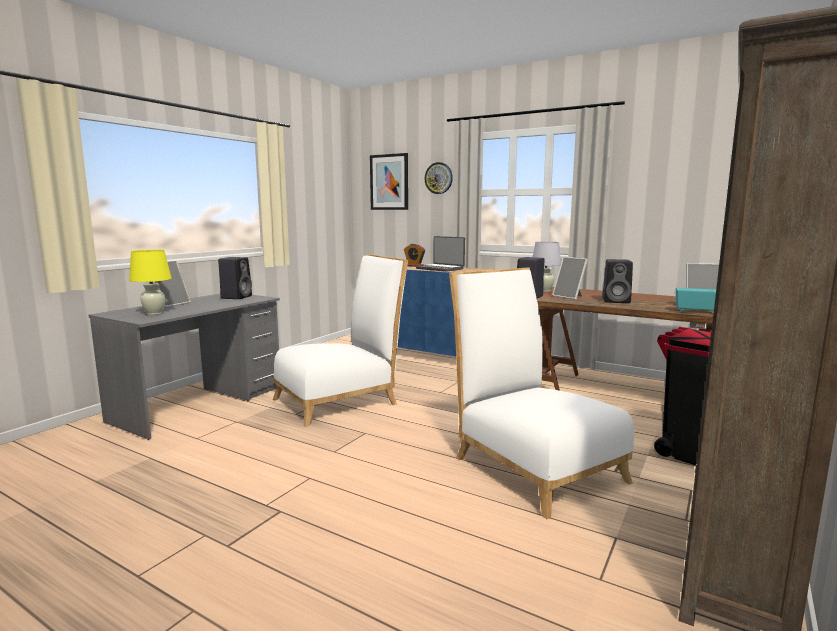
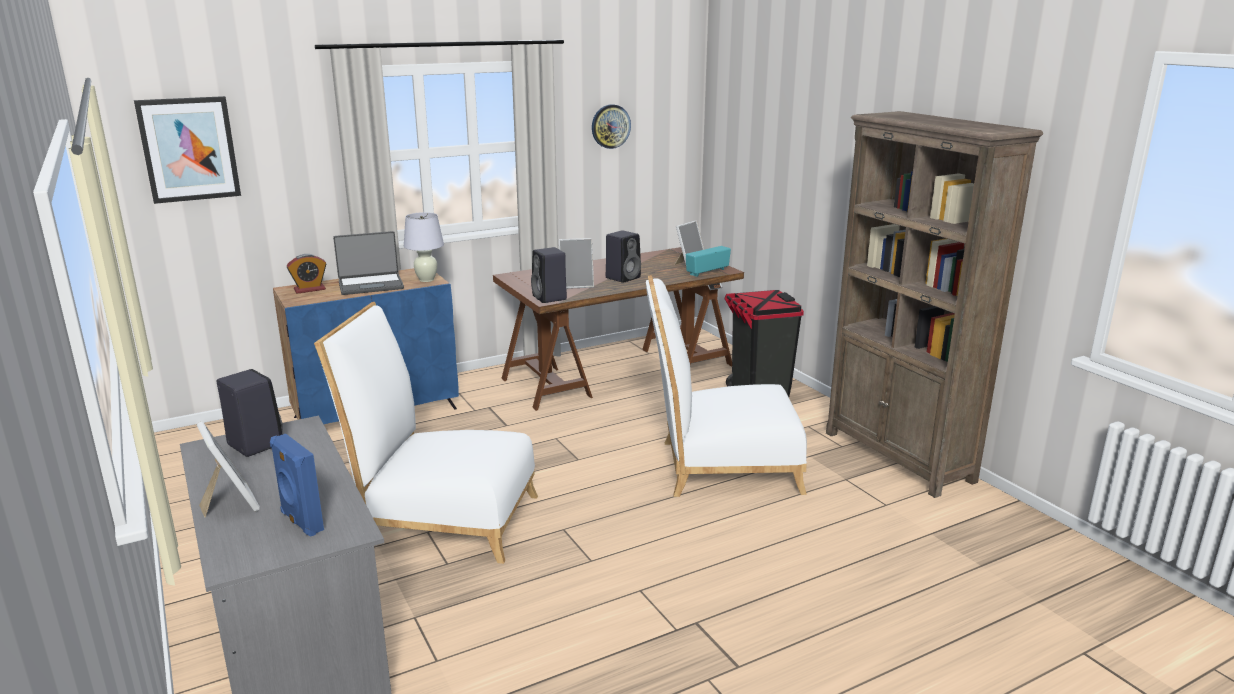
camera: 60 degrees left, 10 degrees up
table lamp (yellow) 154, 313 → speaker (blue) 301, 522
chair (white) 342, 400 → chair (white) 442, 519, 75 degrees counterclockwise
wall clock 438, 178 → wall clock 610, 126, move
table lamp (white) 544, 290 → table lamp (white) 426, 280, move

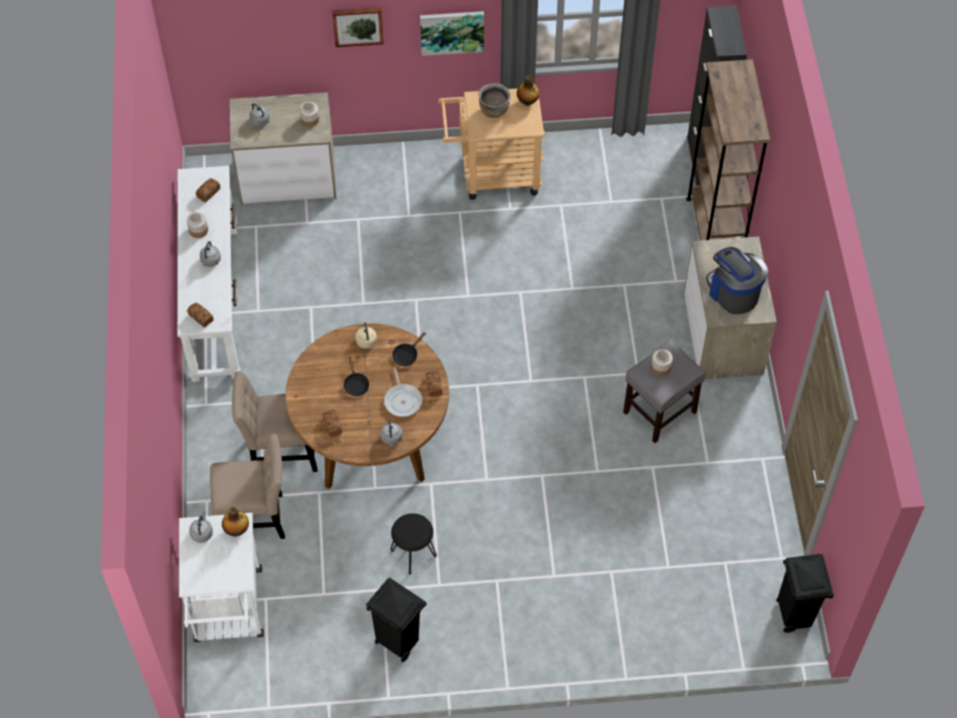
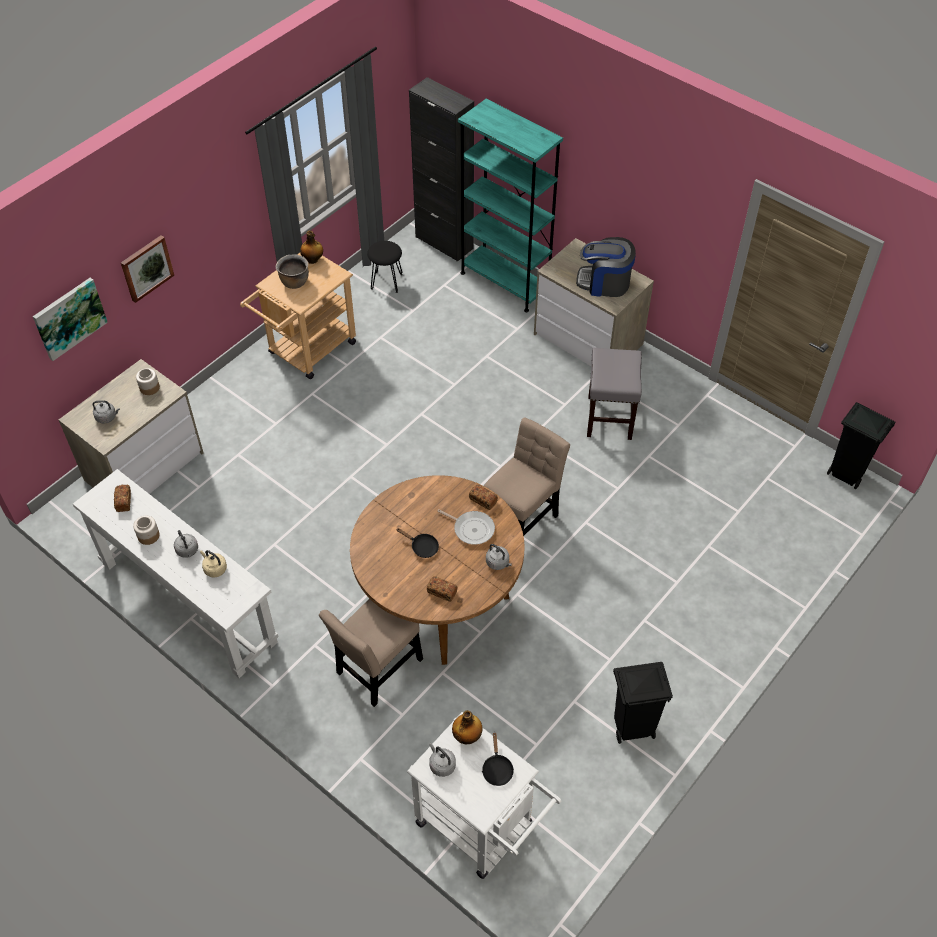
camera: 45 degrees left, 5 degrees down
bread 201, 317 → -
chair (beige) 255, 518 → chair (beige) 522, 520, move
kettle (beige) 366, 340 → kettle (beige) 214, 568, move
stool (black) 413, 553 → stool (black) 386, 282, move
frying pan (black) 407, 355 → frying pan (black) 497, 769, move
picture 452, 31 → picture 69, 318, move
jar 660, 367 → -
bookcase (brown) 713, 233 → bookcase (turquoise) 505, 282

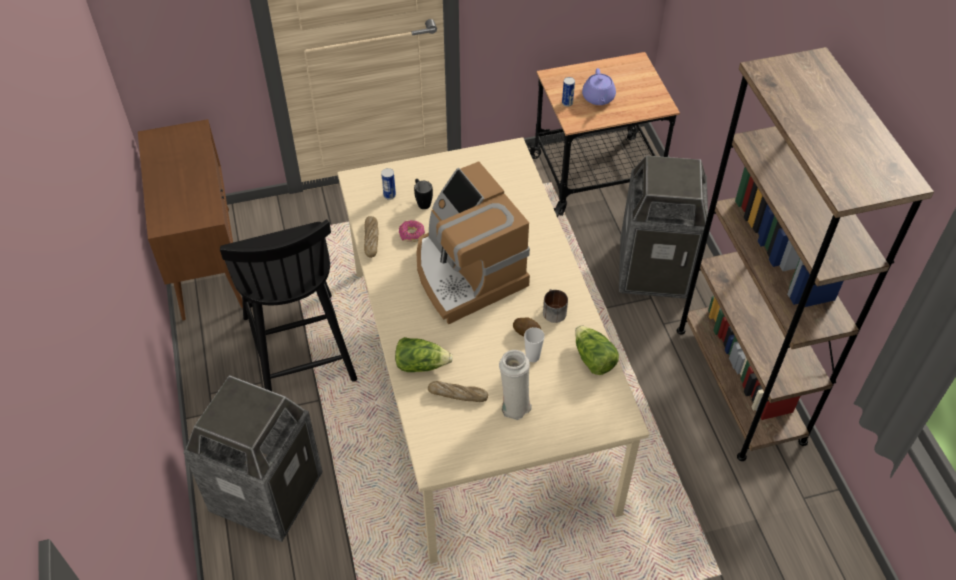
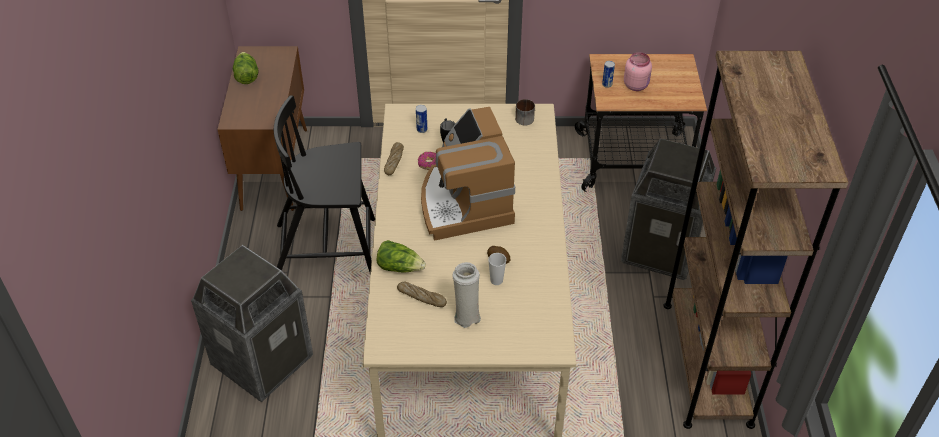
camera: 15 degrees right, 5 degrees down
chair (black) 299, 345 → chair (black) 328, 249, 90 degrees clockwise
mug 552, 311 → mug 523, 117, move
lettuce 593, 359 → lettuce 246, 76, move
teapot (purple) 598, 98 → jar (pink) 636, 85

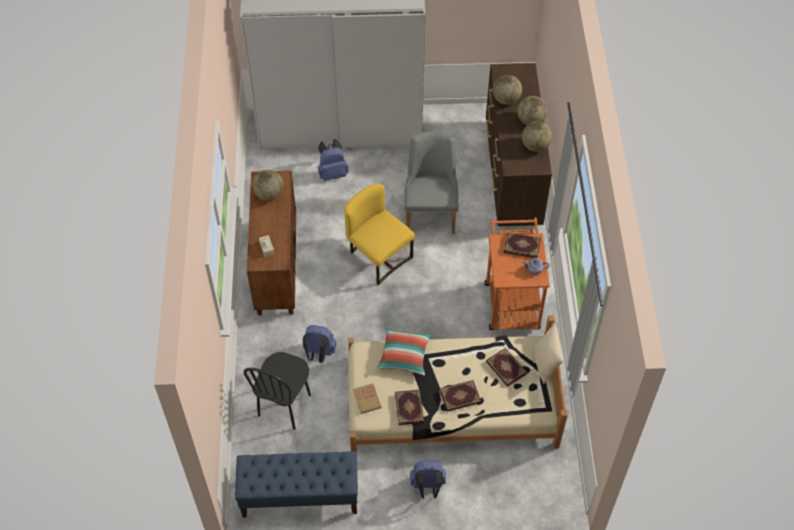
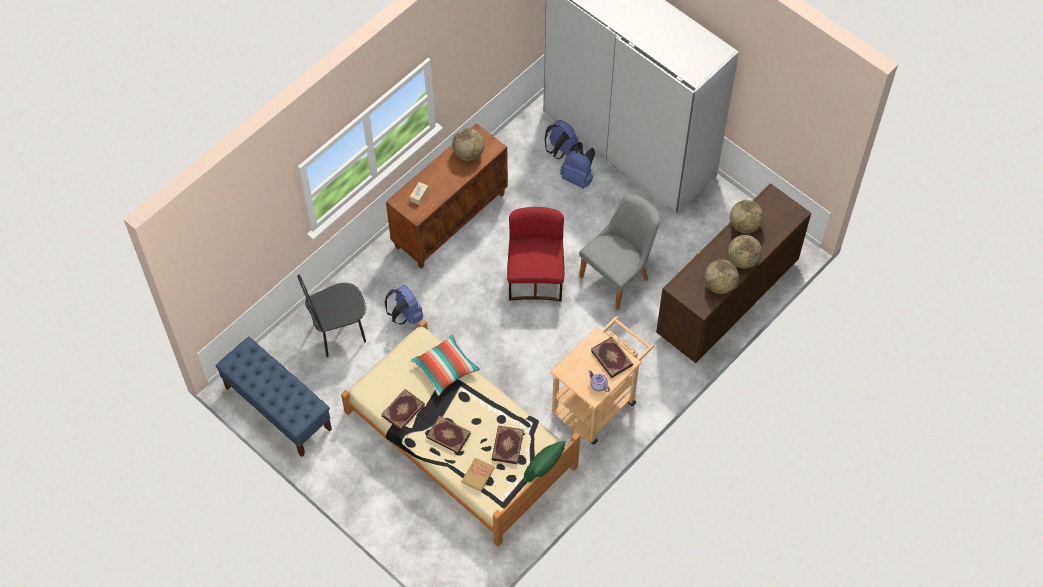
camera: 45 degrees right, 5 degrees up
chair (yellow) 378, 257 → chair (red) 535, 278
book 367, 399 → book 478, 475, move
backpack (blue) 427, 487 → backpack (blue) 561, 151, move
cart (orange) 511, 299 → cart (beige) 598, 402
pillow (beige) 546, 363 → pillow (green) 543, 470

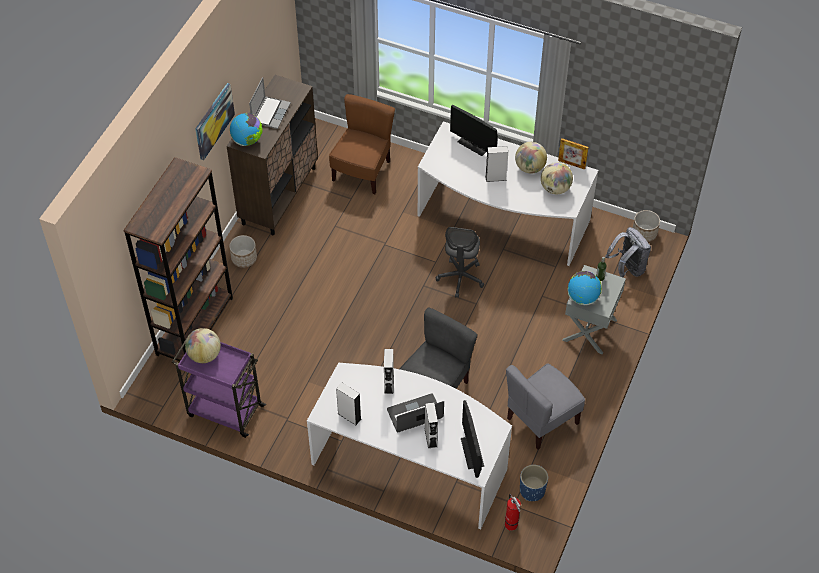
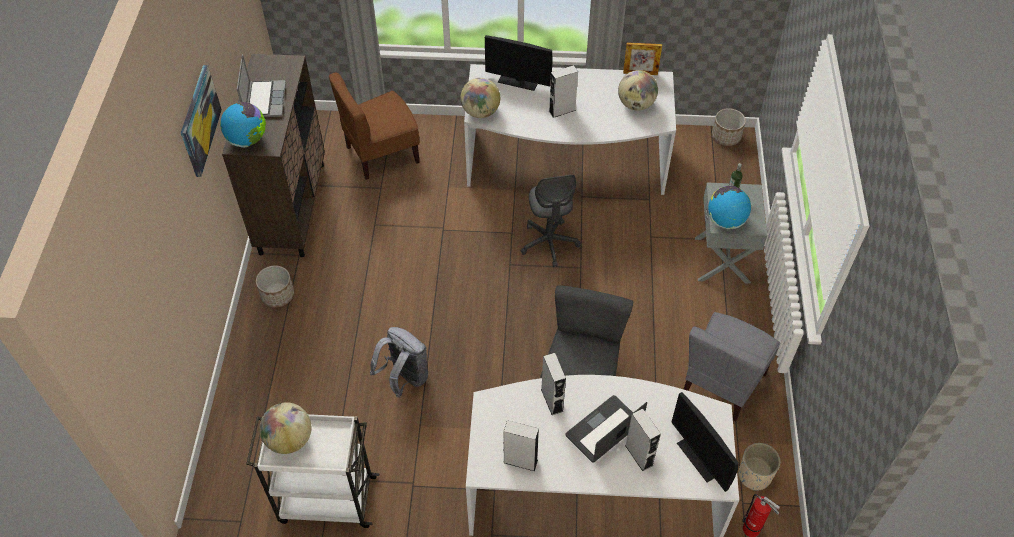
camera: 20 degrees left, 0 degrees up
bookcase (brown) 195, 326 → -
cart (purple) 224, 410 → cart (white) 325, 499
chair (brown) 362, 171 → chair (brown) 381, 154, 120 degrees counterclockwise
globe 529, 168 → globe 480, 112, move
planter (blue) 532, 490 → planter (beige) 754, 475
backpack (grey) 627, 268 → backpack (grey) 404, 378, move

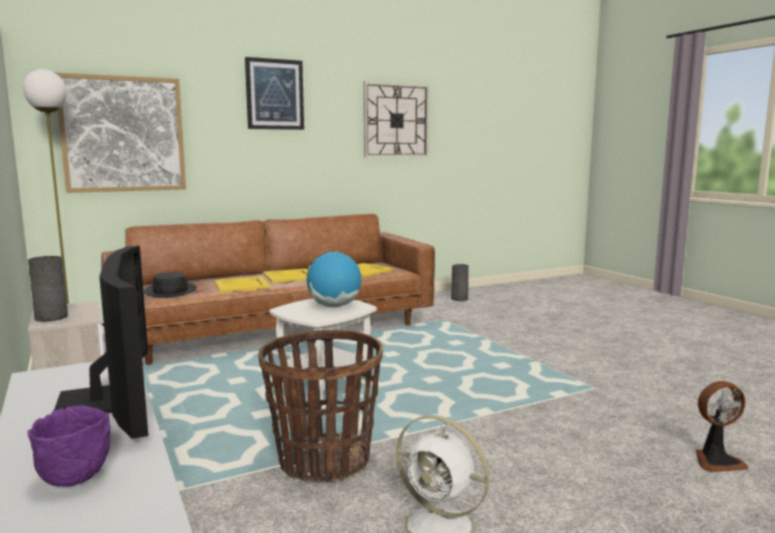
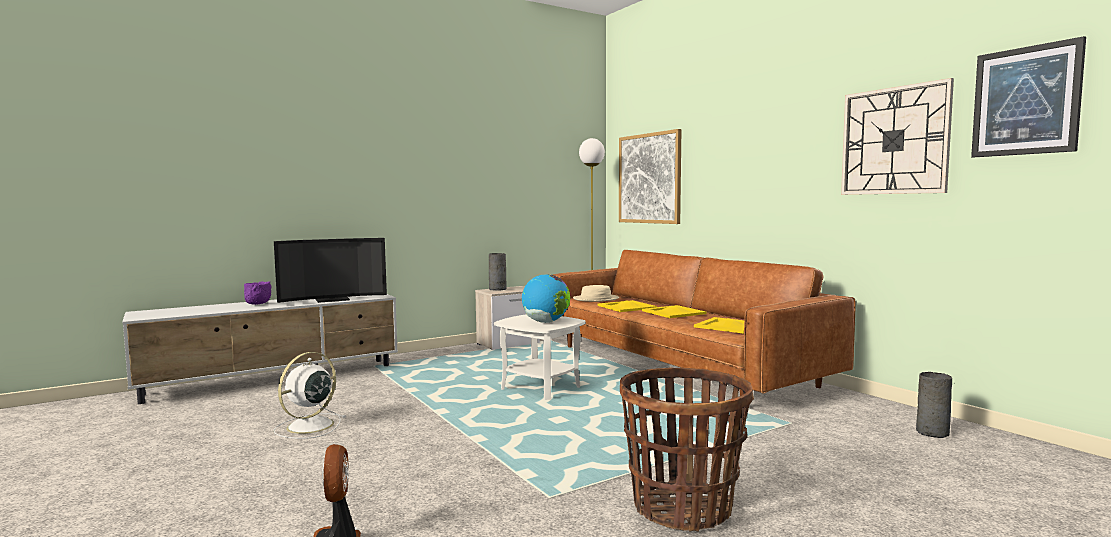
camera: 85 degrees right, 5 degrees down
hat (black) 170, 291 → hat (beige) 596, 299
picture 274, 94 → picture 1026, 101, move
basket 323, 460 → basket 682, 507, move

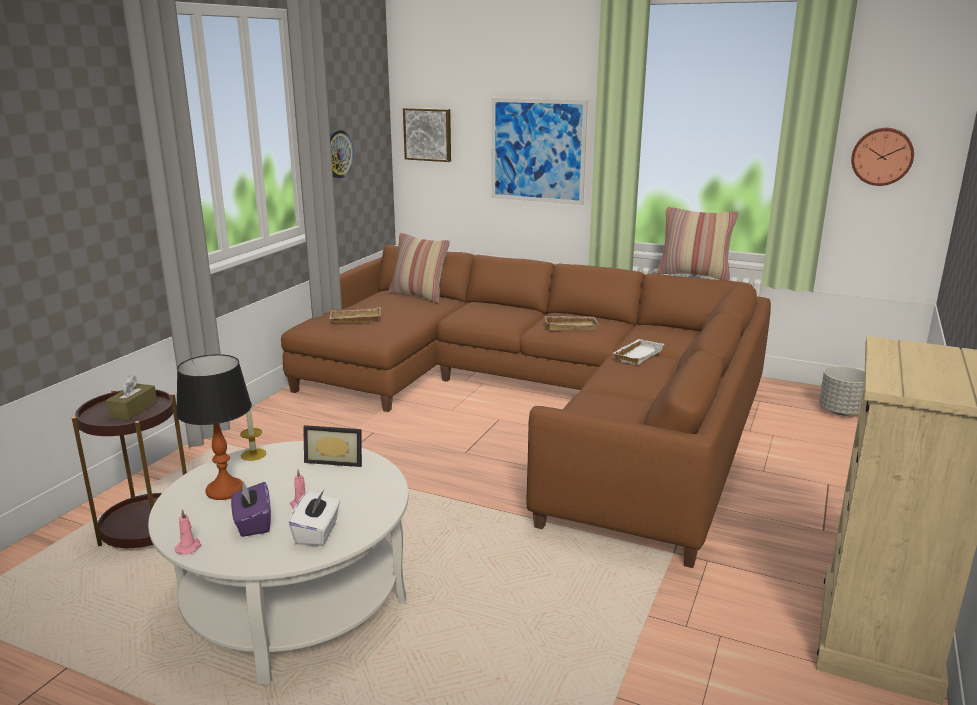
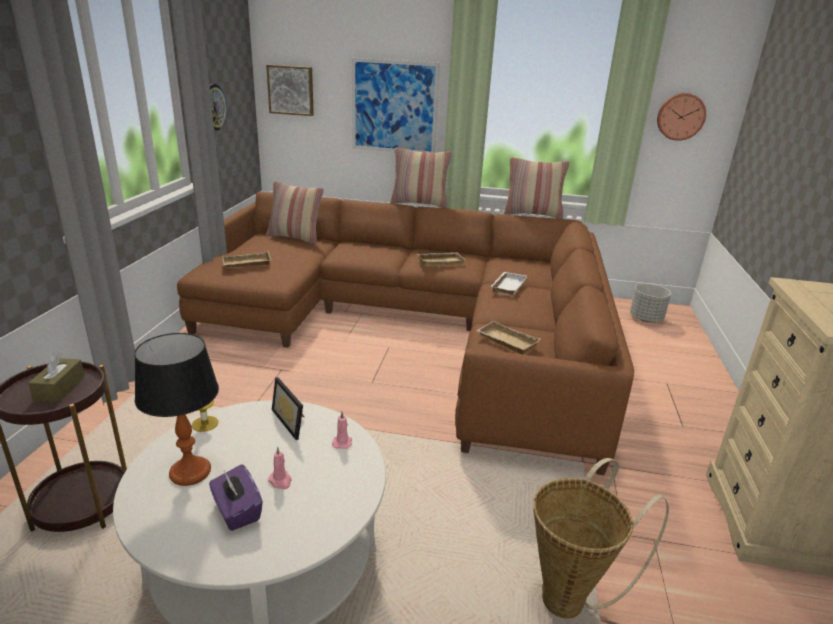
camera: 15 degrees left, 5 degrees up
candle (pink) 189, 547 → candle (pink) 342, 442, move
tissue box (white) 317, 533 → -
picture frame 335, 460 → picture frame 293, 421, 60 degrees clockwise
- → pillow 419, 203
- → tray (beige) 505, 341
- → basket 570, 597

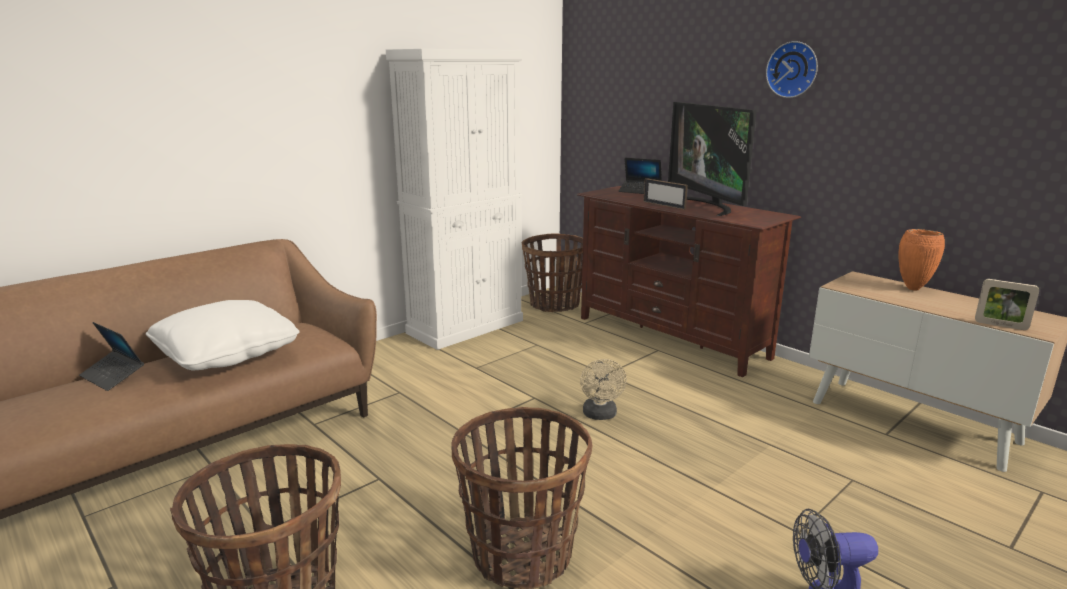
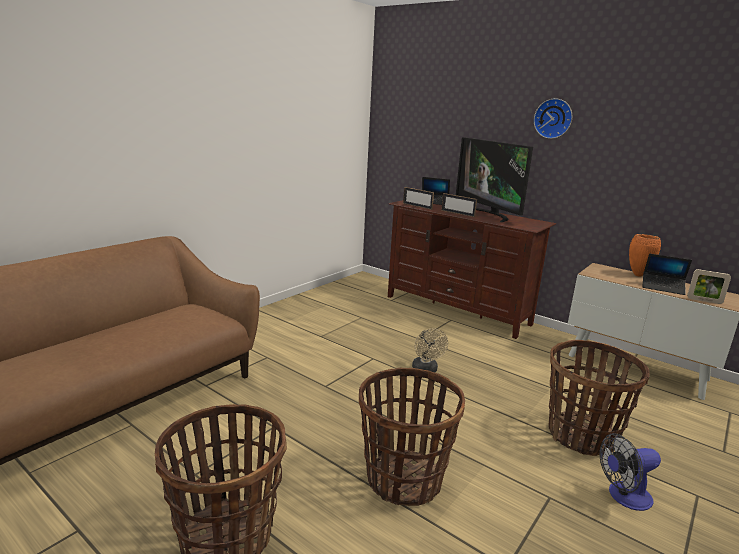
camera: 10 degrees left, 0 degrees up
laptop 113, 376 → laptop 662, 287, move
pillow (white) 227, 354 → -
cabinet (white) 466, 327 → -
basket 554, 304 → basket 581, 436, move
- → picture frame 417, 206

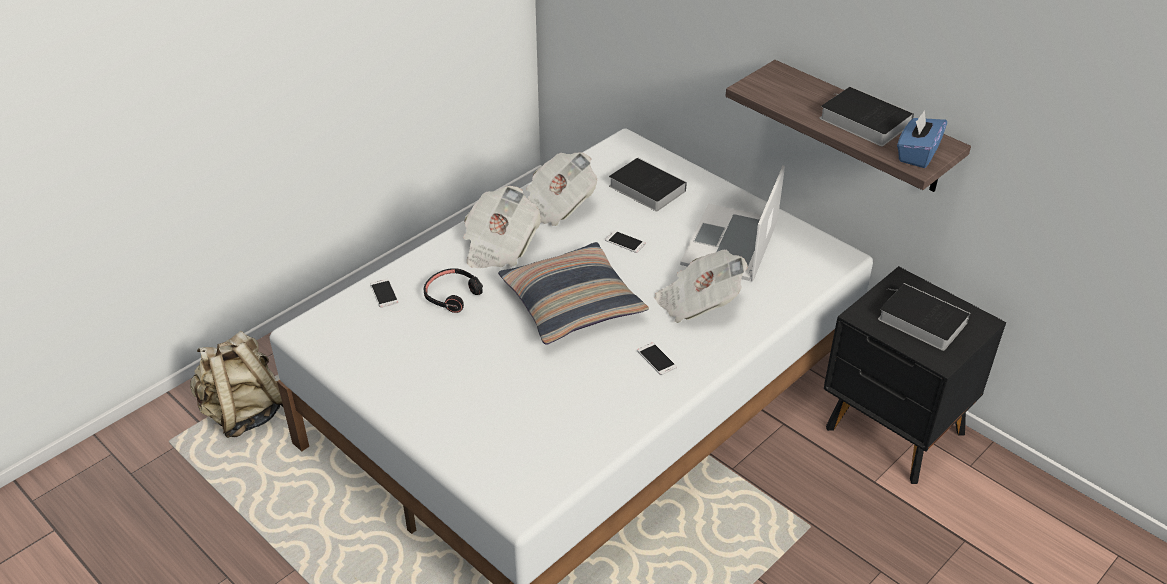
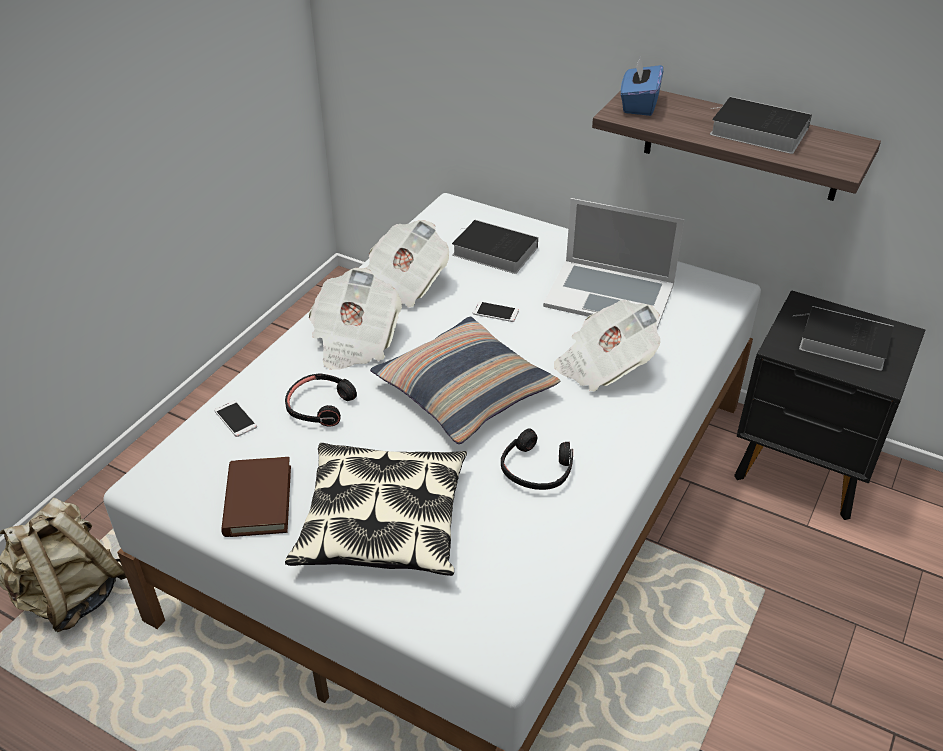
camera: 15 degrees left, 0 degrees up
phone 656, 359 → -
laptop 731, 243 → laptop 610, 294, 75 degrees counterclockwise
tissue box (blue) 917, 154 → tissue box (blue) 639, 105, move
- → book (brown) 258, 500
- → pillow 382, 522
- → headphones (black) 536, 469

